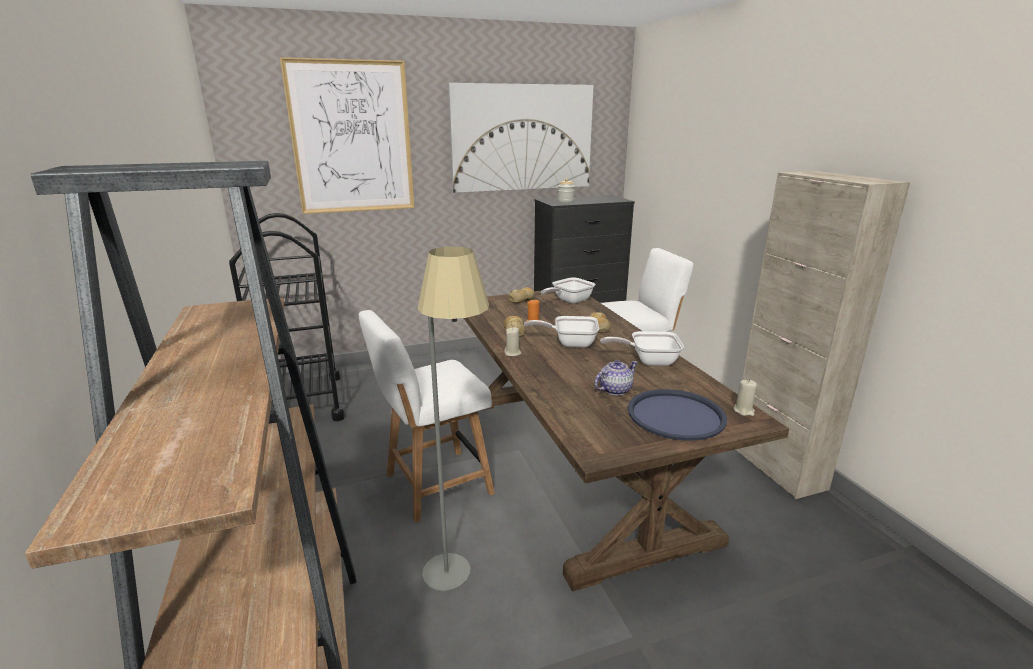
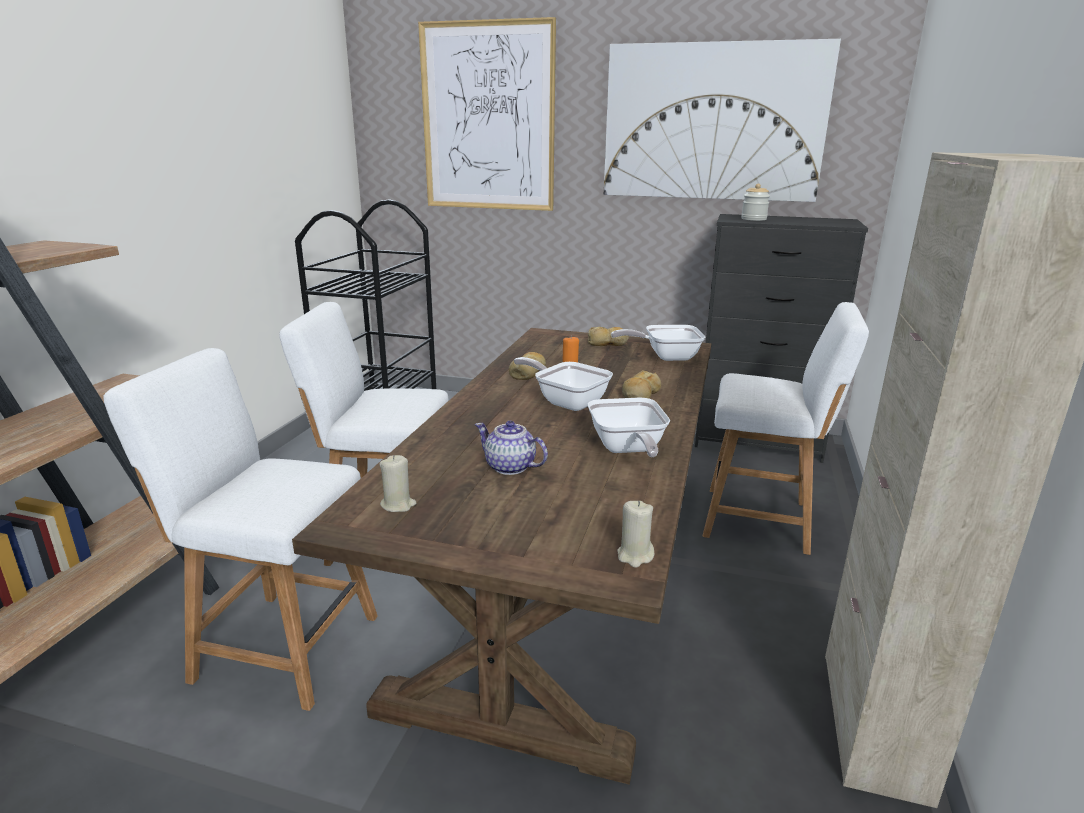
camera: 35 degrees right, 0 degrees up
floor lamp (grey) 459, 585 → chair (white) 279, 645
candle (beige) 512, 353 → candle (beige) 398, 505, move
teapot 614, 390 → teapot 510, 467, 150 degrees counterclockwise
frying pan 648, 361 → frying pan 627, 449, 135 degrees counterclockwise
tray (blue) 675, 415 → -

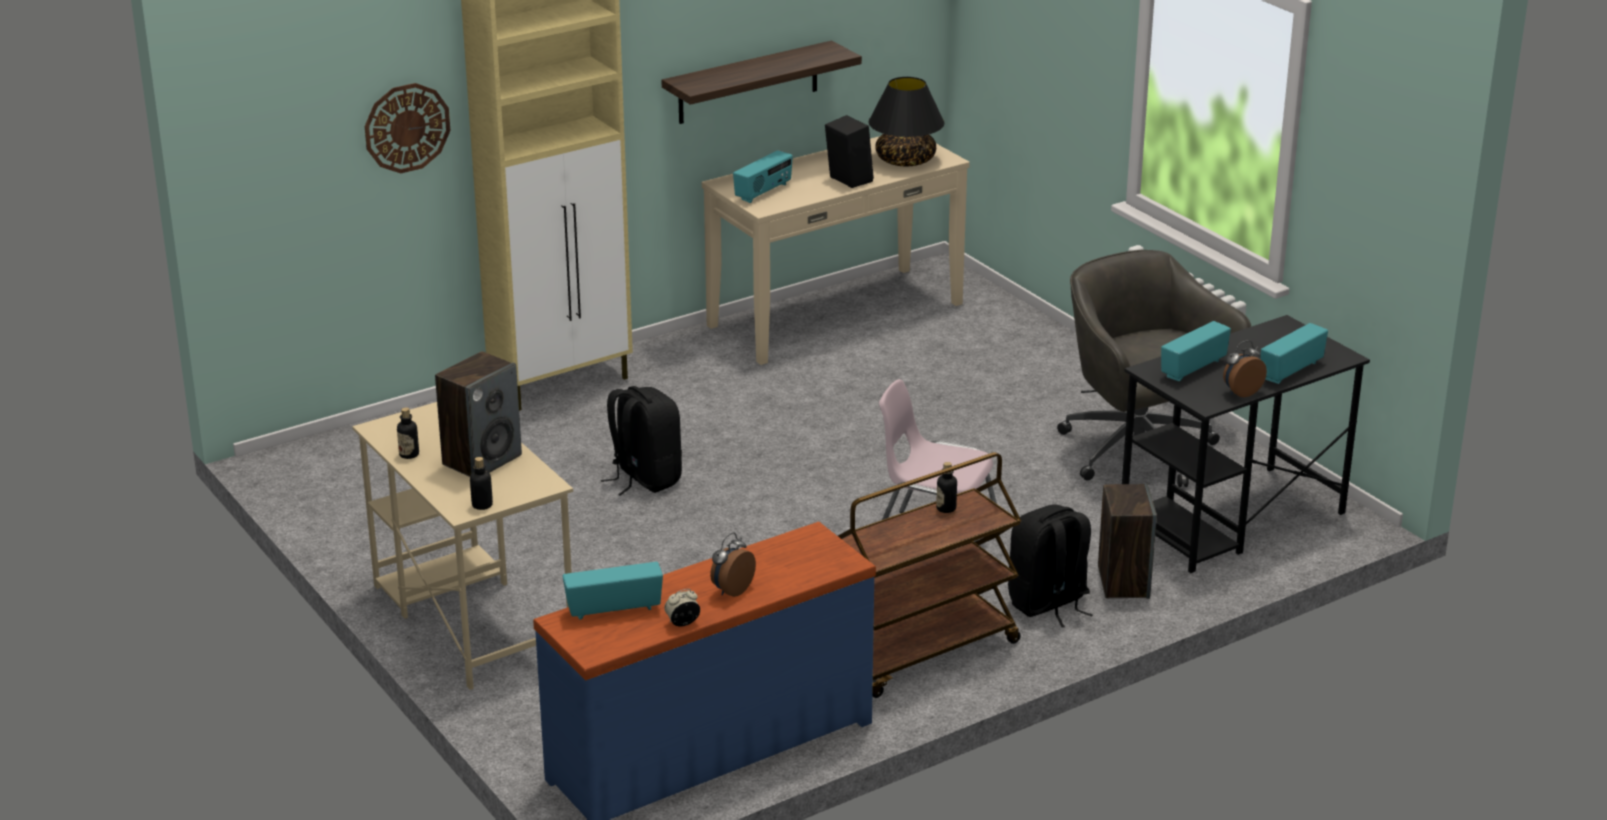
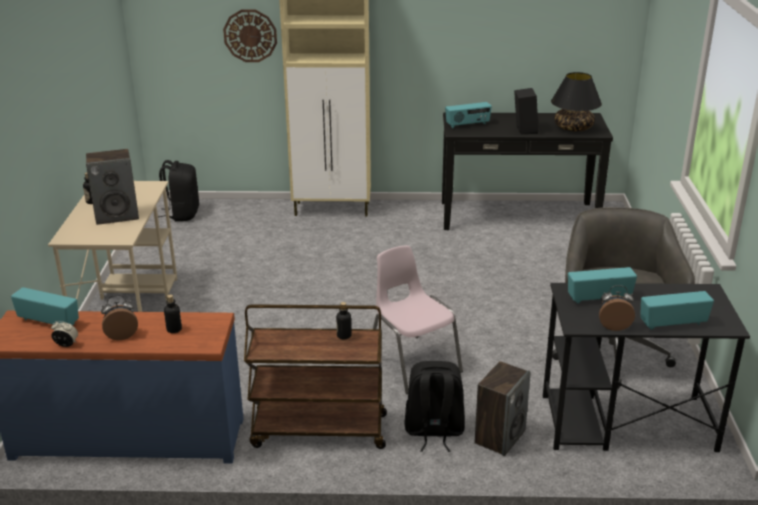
camera: 35 degrees right, 0 degrees up
bottle 482, 505 → bottle 174, 329, move
backpack (black) 644, 478 → backpack (black) 182, 214, move
shelf 748, 83 → -
console table (beige) 835, 314 → console table (black) 518, 216

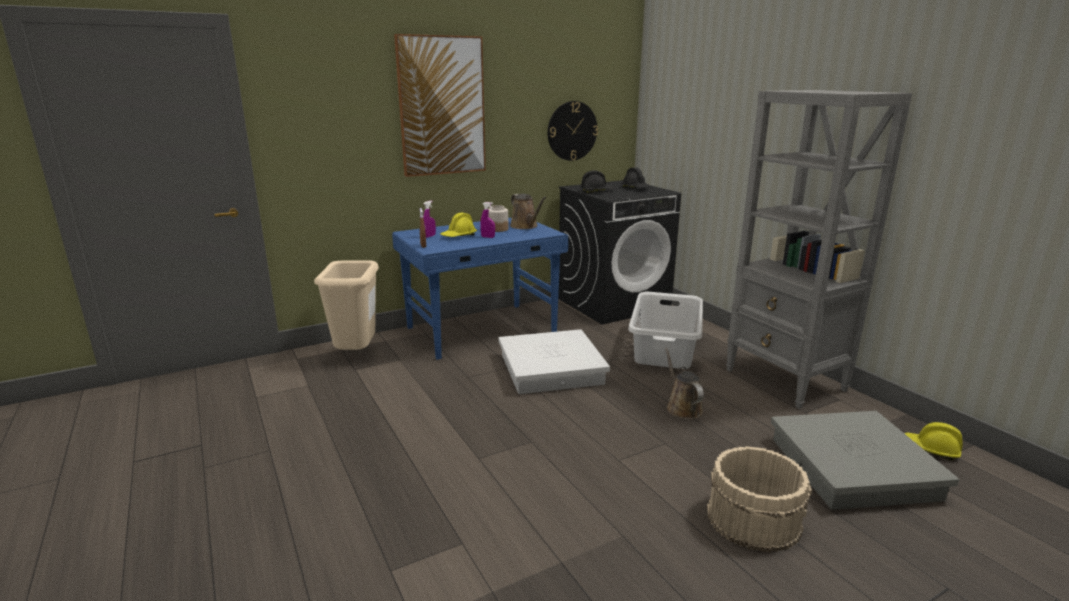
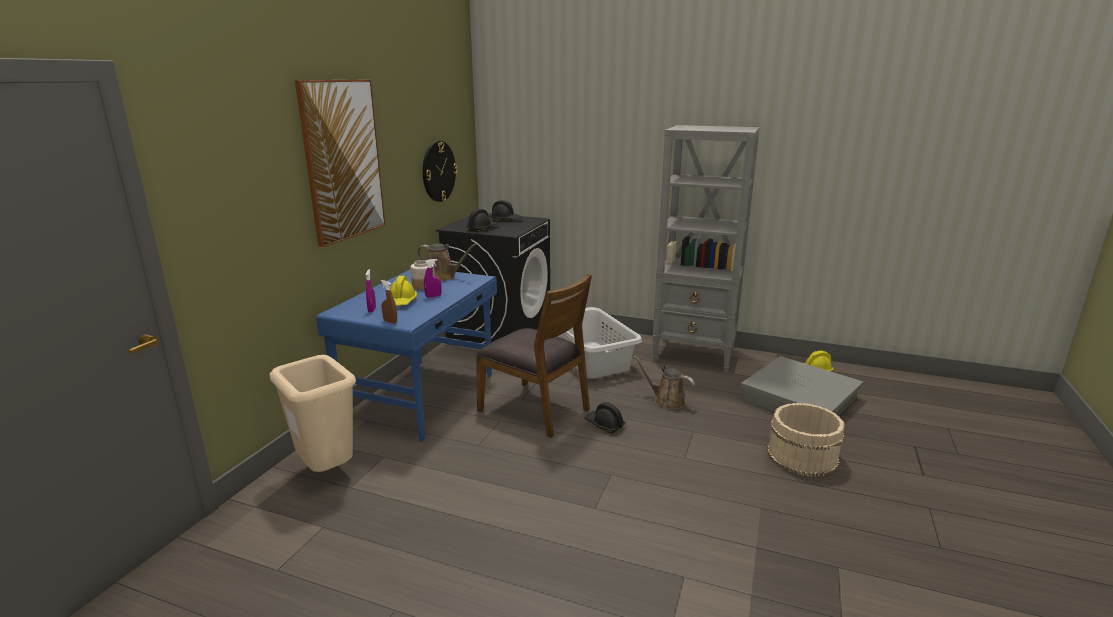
camera: 40 degrees left, 0 degrees up
storage box (white) 550, 369 → chair (brown) 535, 409
- → hard hat (black) 604, 424

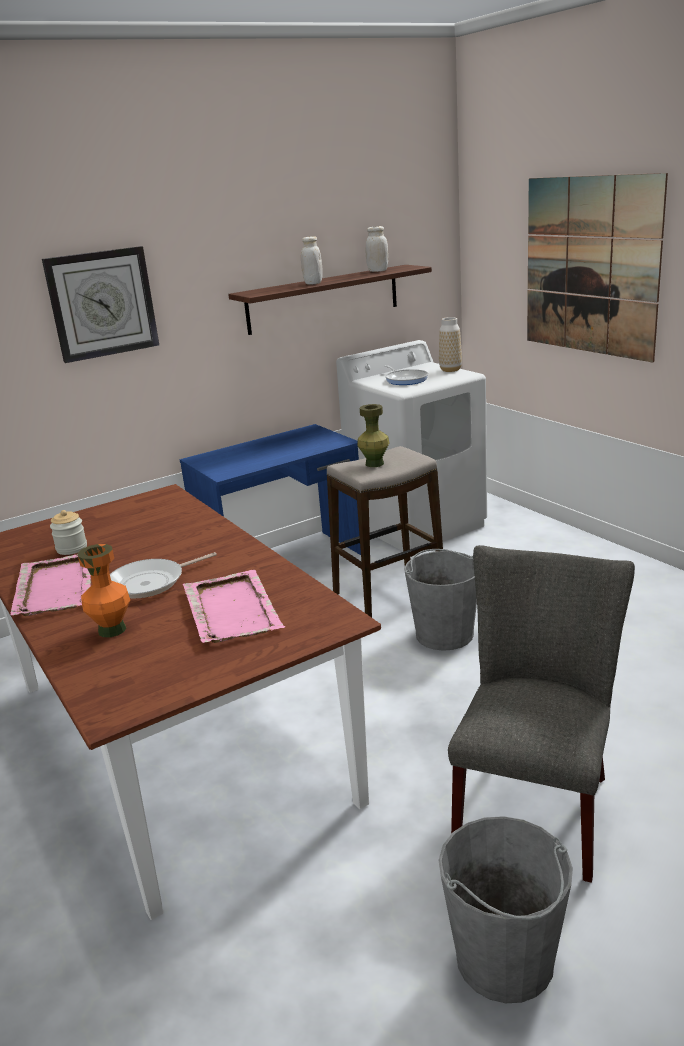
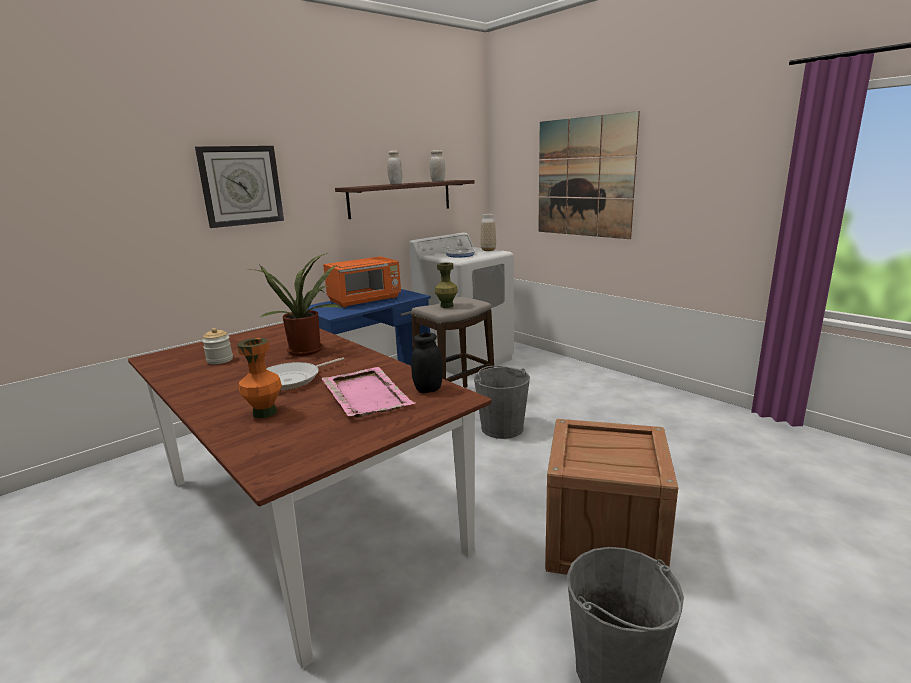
camera: 10 degrees left, 5 degrees down
tray (pink) 55, 587 → -
chair (grey) 536, 803 → crate 603, 542
- → potted plant 307, 349
- → microwave (orange) 365, 300
- → jar (black) 428, 389

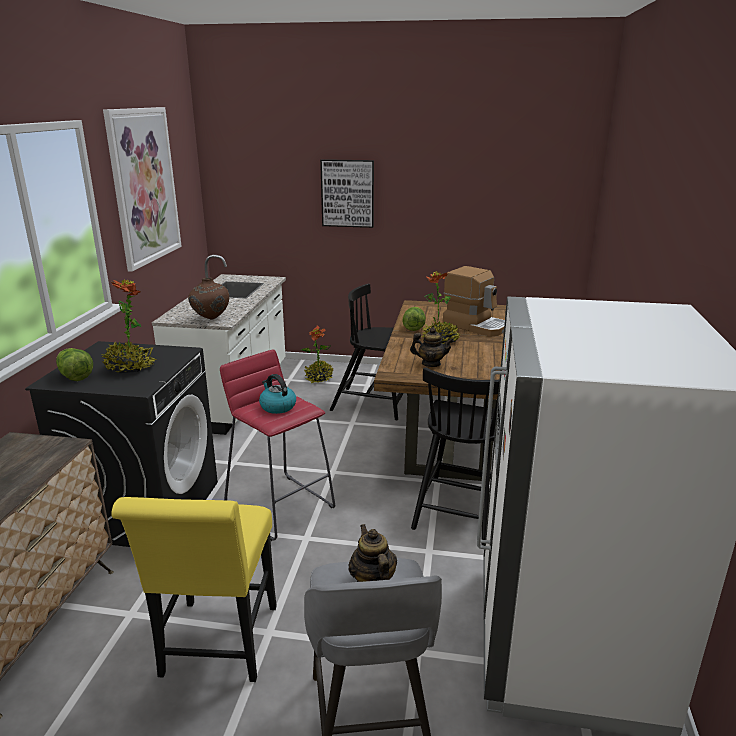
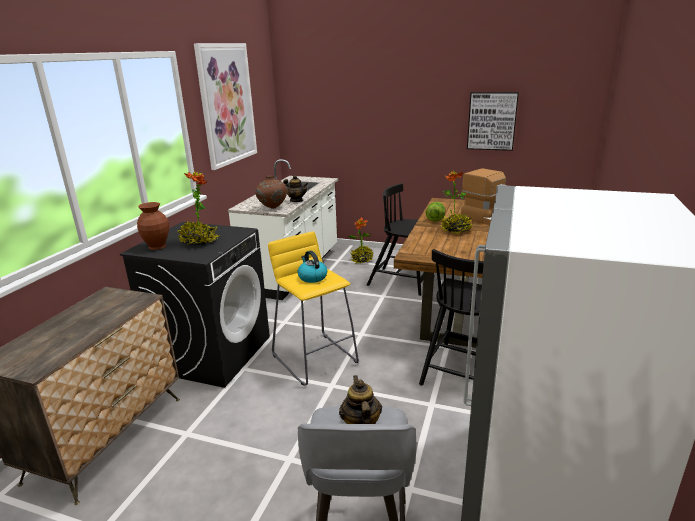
camera: 10 degrees right, 0 degrees up
lettuce 75, 376 → vase (brown) 157, 246
chair (yellow) 217, 647 → -
stool (red) 280, 506 → stool (yellow) 315, 358
picture 347, 193 → picture 492, 121, move
teapot 431, 364 → teapot 296, 201, move

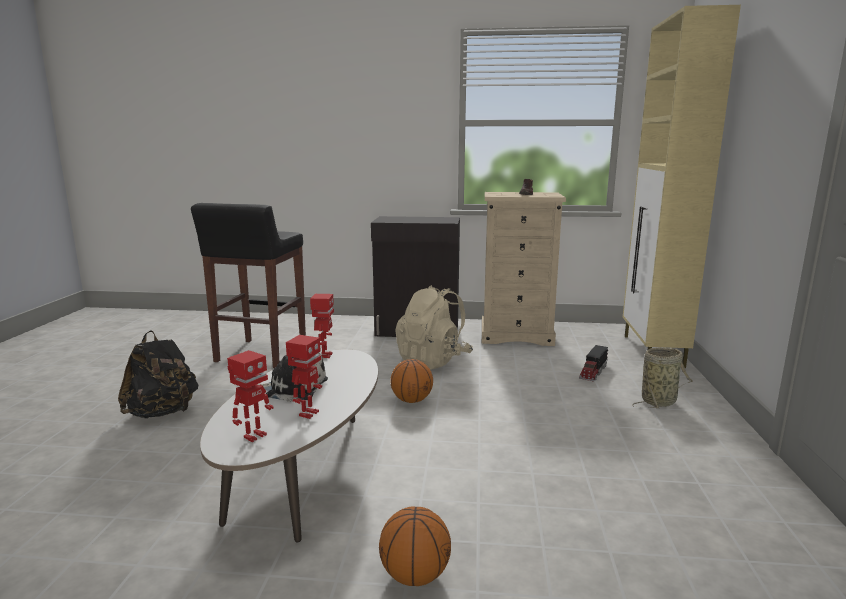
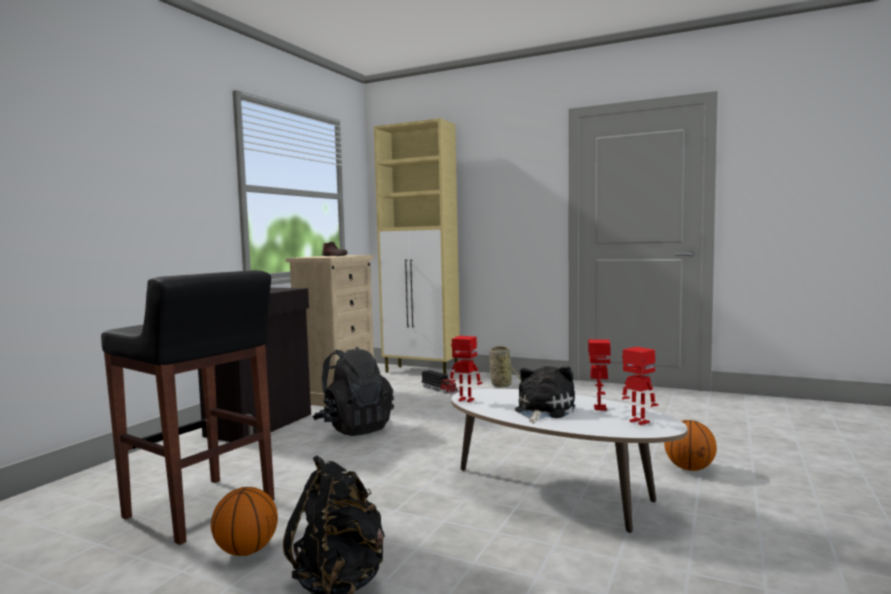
camera: 70 degrees left, 10 degrees down
toy robot 307, 413 → toy robot 599, 408, 60 degrees clockwise
basketball 412, 400 → basketball 246, 551, move
backpack (beige) 433, 360 → backpack (black) 354, 428

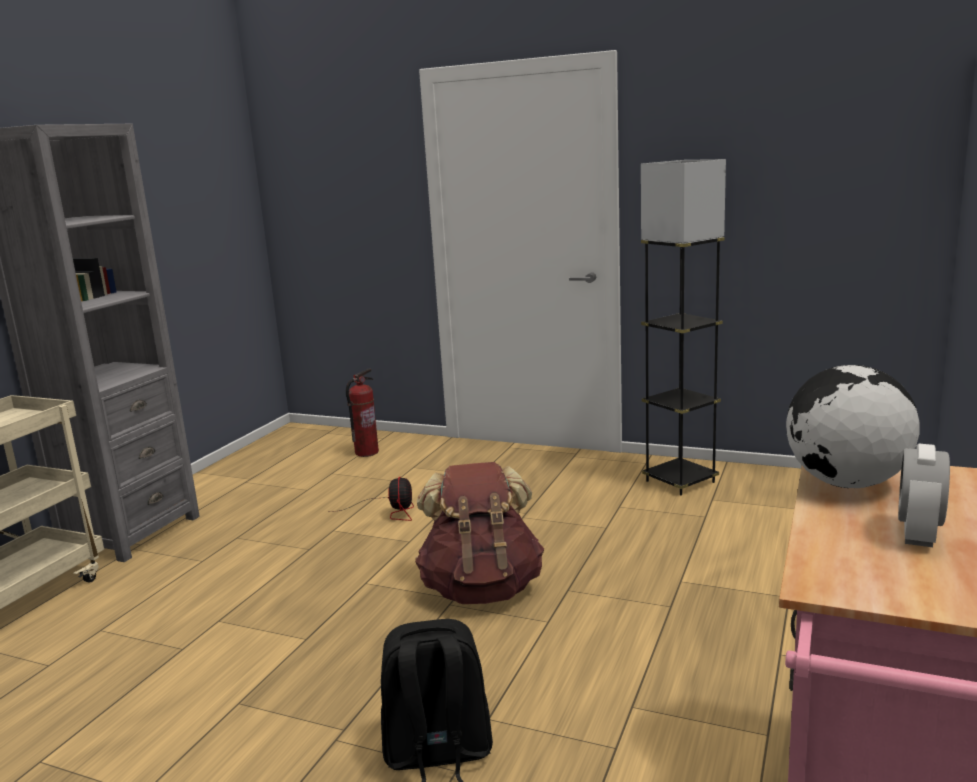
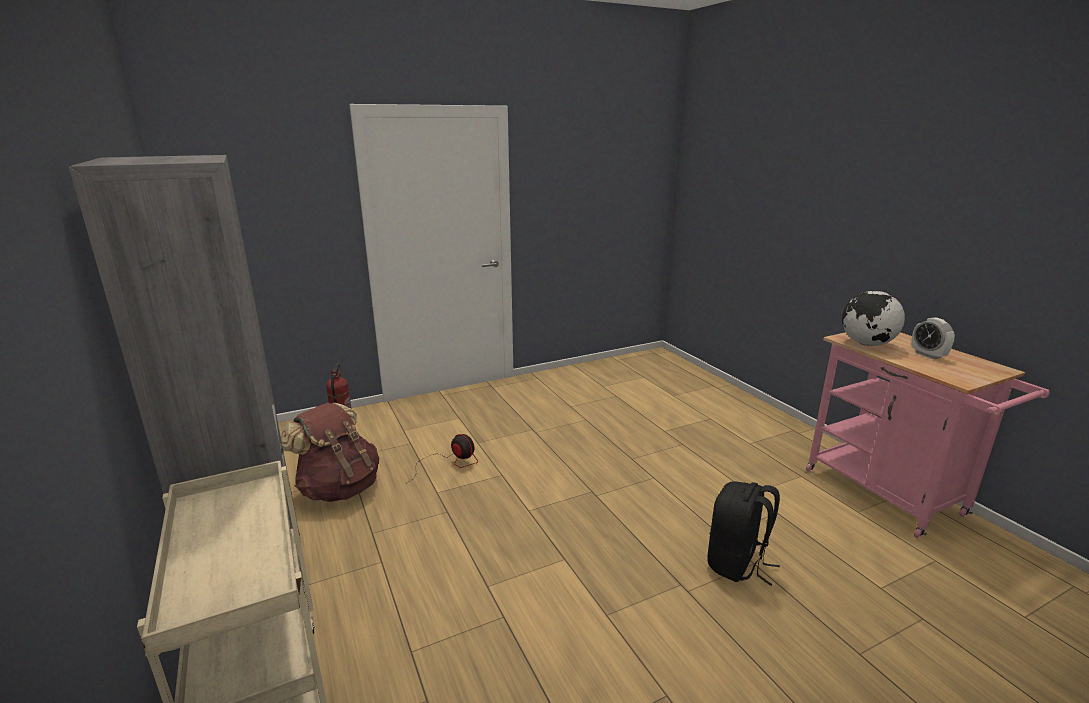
camera: 50 degrees left, 5 degrees up
backpack (brown) 482, 589 → backpack (brown) 339, 488, move
floor lamp (grey) 680, 481 → -

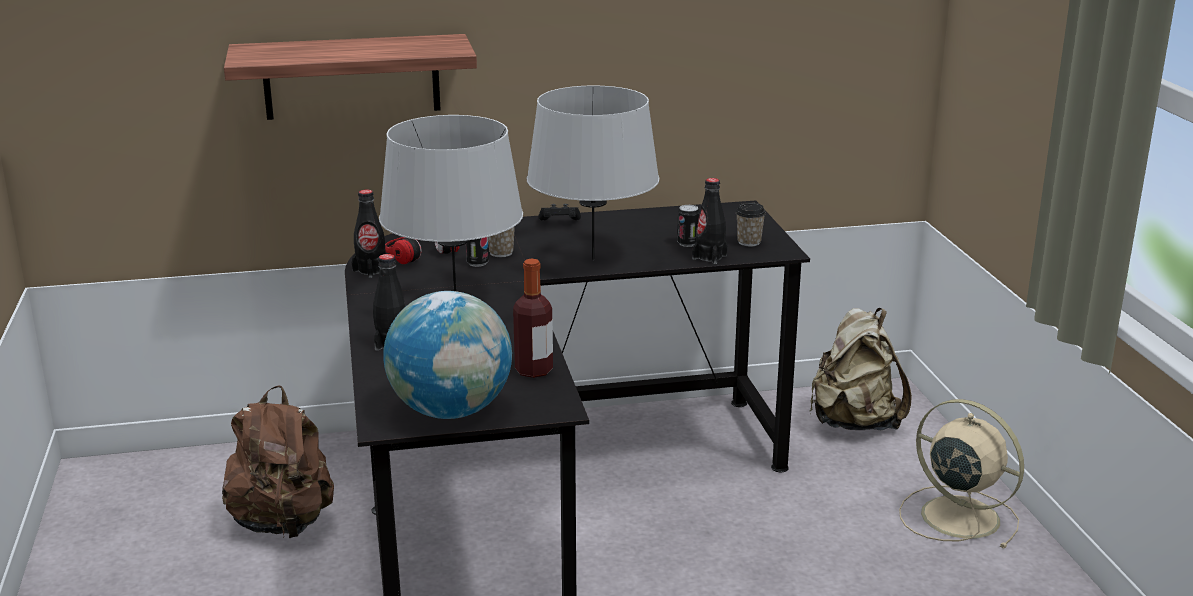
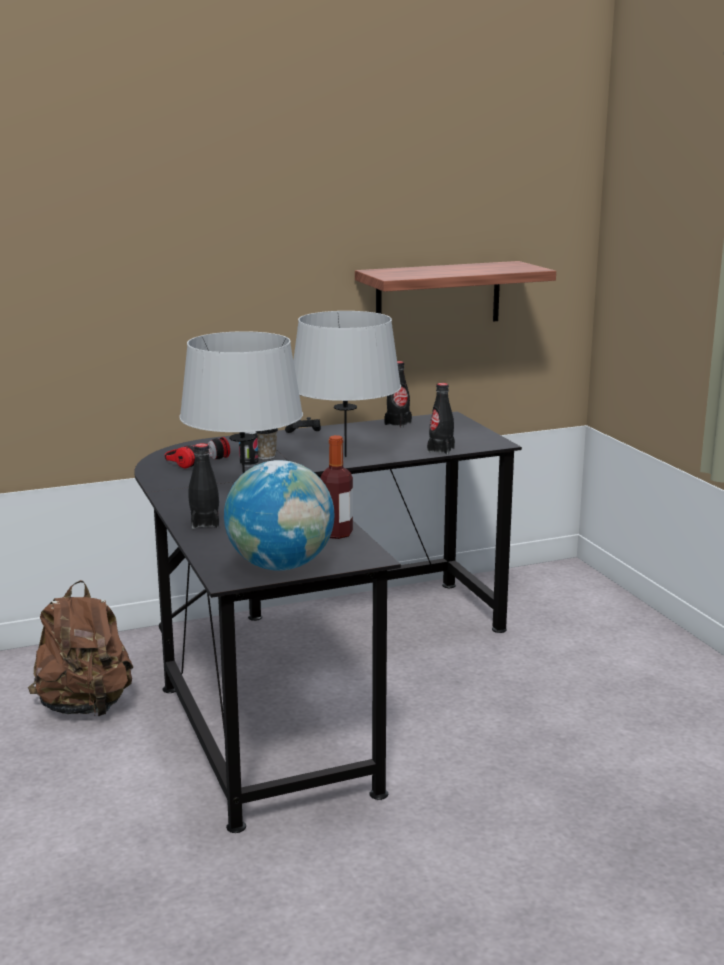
camera: 10 degrees left, 5 degrees down
shelf 351, 77 → shelf 438, 295, move
bottle (black) 371, 270 → bottle (black) 398, 423, move
can 687, 243 → -
cup 749, 242 → -
backpack (beige) 854, 422 → -
fan (beige) 956, 516 → -

